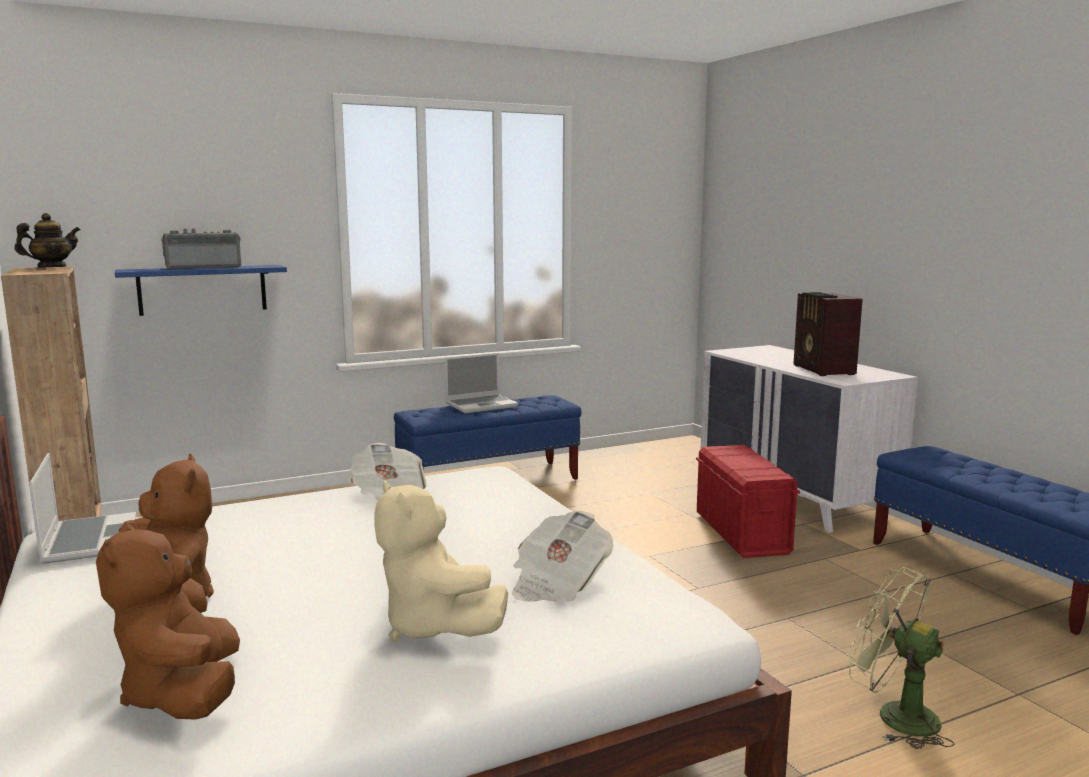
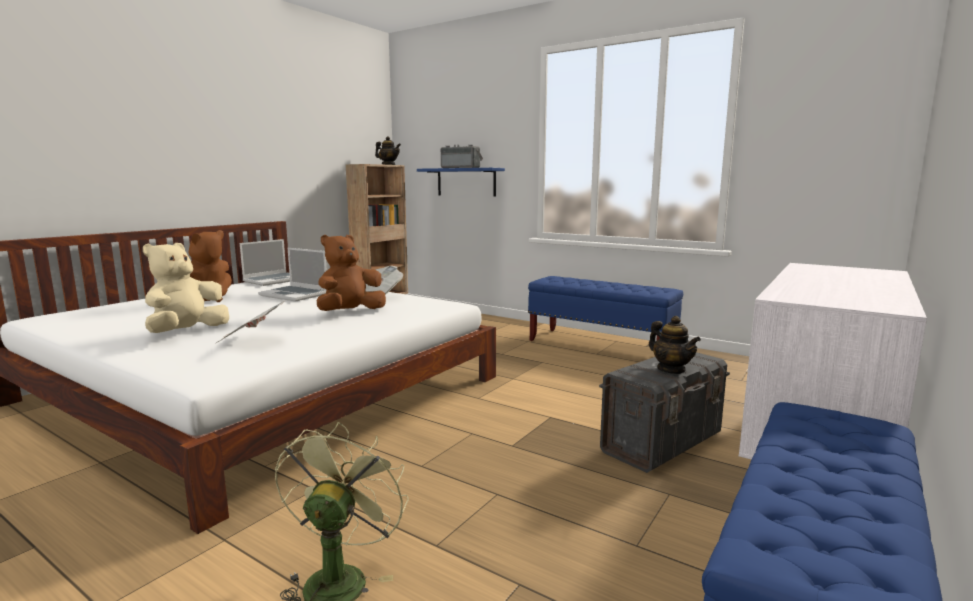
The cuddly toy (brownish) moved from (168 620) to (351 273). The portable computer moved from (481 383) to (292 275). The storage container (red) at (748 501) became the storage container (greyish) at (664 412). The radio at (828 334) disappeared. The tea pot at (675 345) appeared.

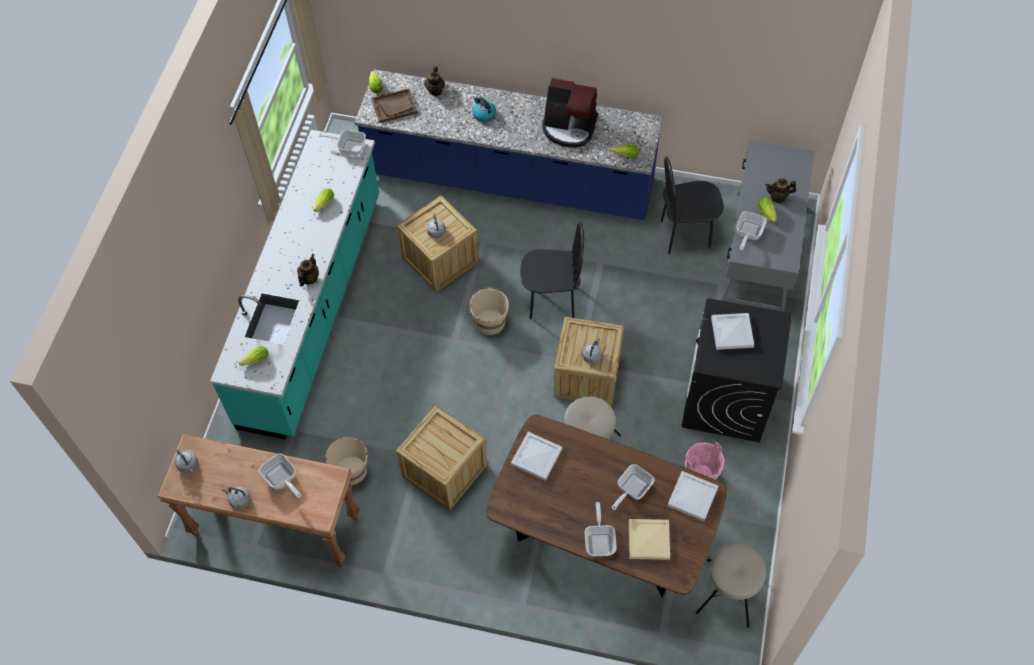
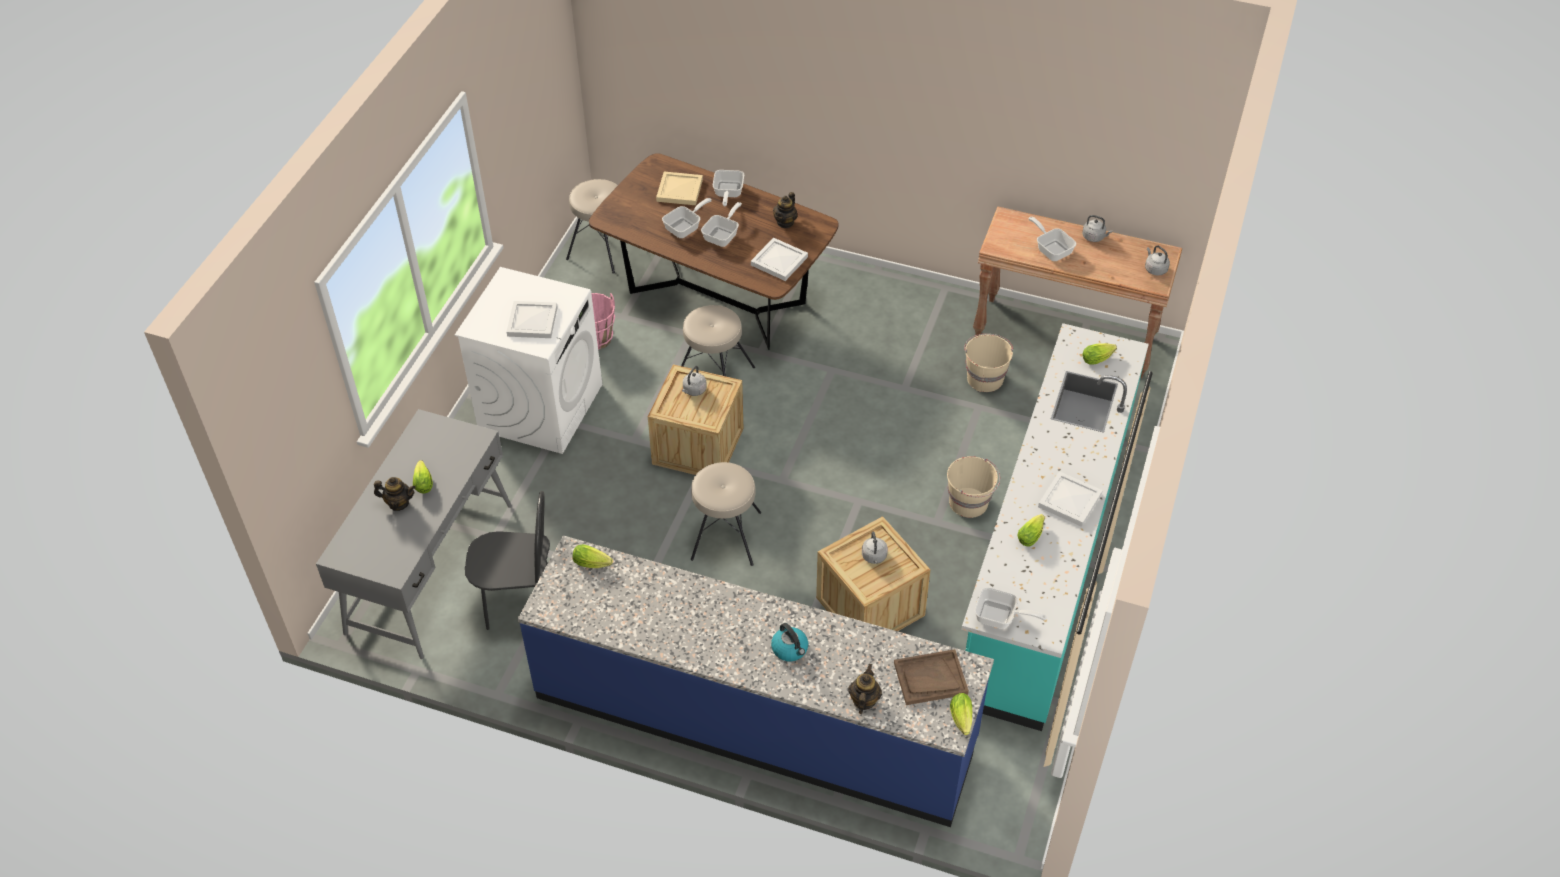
The tea pot moved from (308 270) to (785 210). The packing crate at (442 457) disappeared. The water bucket (sand-coloured) moved from (488 311) to (973 487). The upright chair (black) at (552 270) was replaced by the sitting stool (sand-coloured) at (726 514). The coffee machine at (570 113) disappeared. The serving tray (whitish) moved from (692 496) to (1070 499). The laundry appliance (black) at (736 370) became the laundry appliance (whitish) at (528 360). The frying pan moved from (751 230) to (721 224).

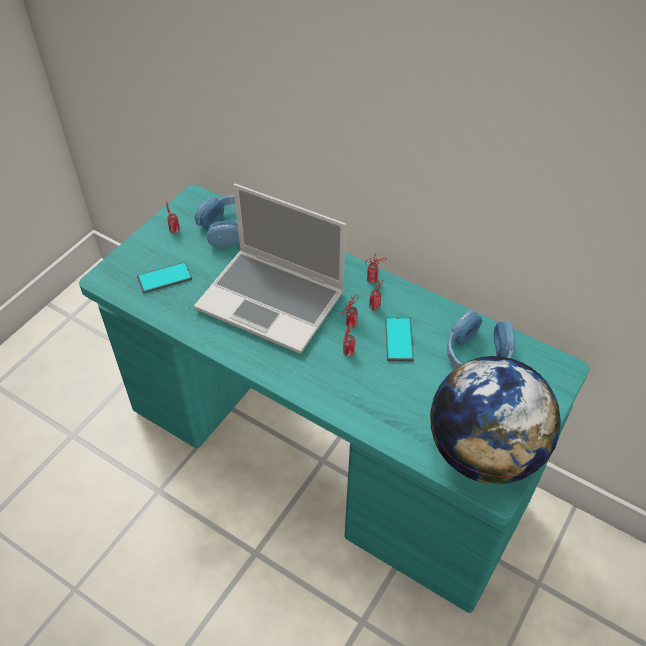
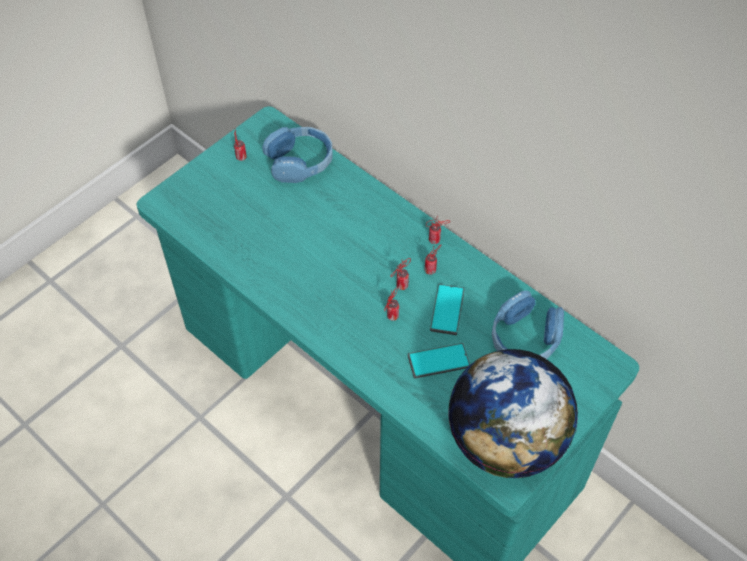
The telephone moved from (164 277) to (439 360). The portable computer at (270 269) disappeared.

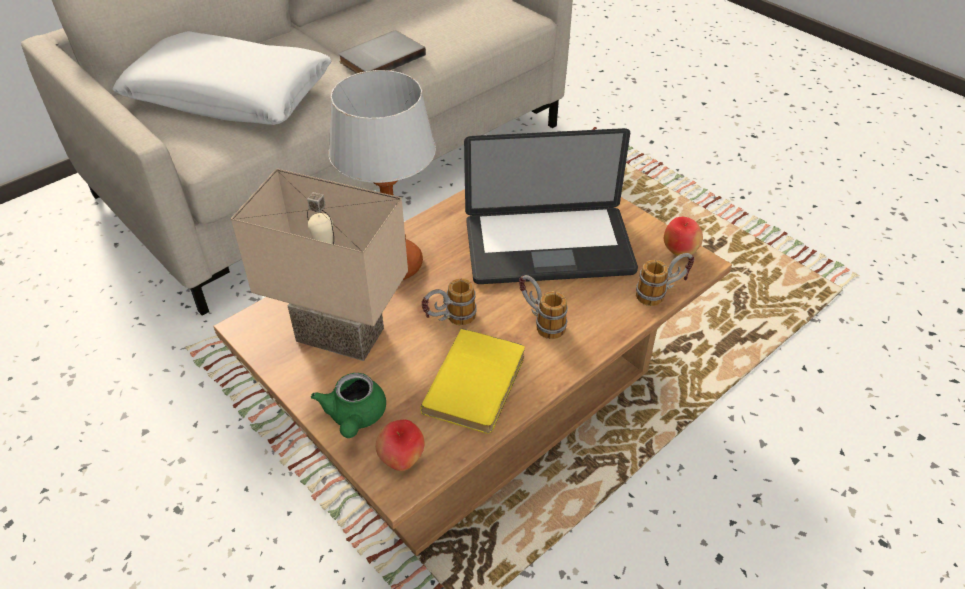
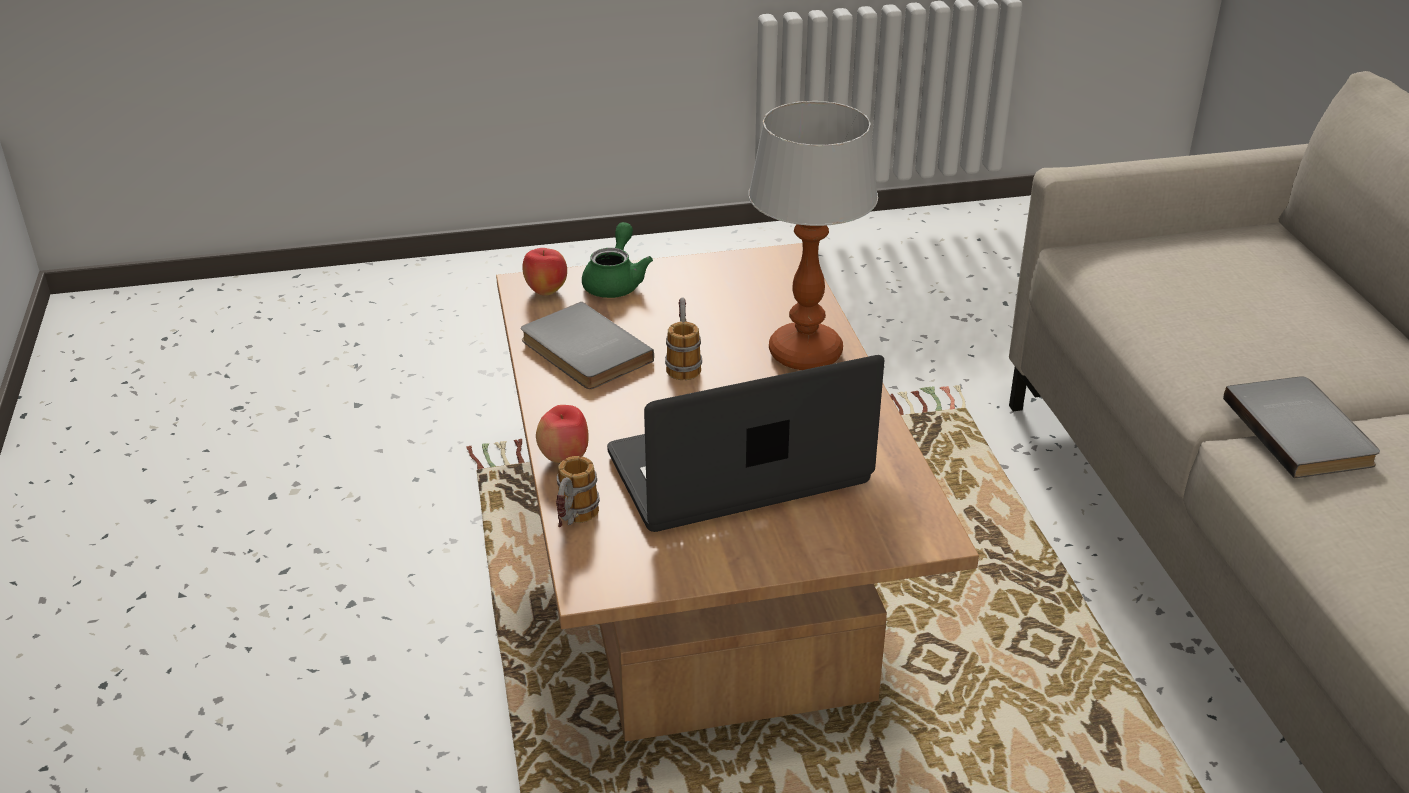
The throw pillow (whitish) at (222 78) disappeared. The lamp for a table (sand-coloured) at (319 264) disappeared. The tea pot (greenish) at (348 405) turned 75 degrees clockwise. The volume (yellow-coloured) at (472 381) became the volume (greyish) at (587 345). The portable computer at (551 206) turned 45 degrees clockwise. The coffee mug at (543 307) disappeared. The apple fruit moved from (683 236) to (562 434).

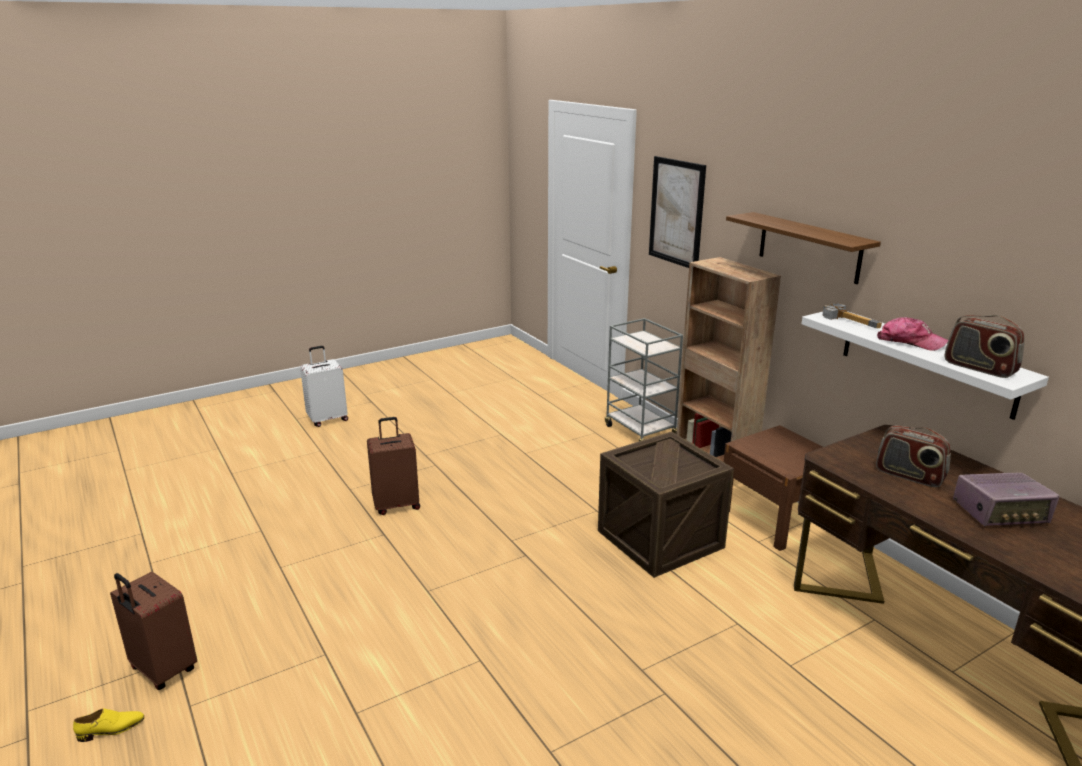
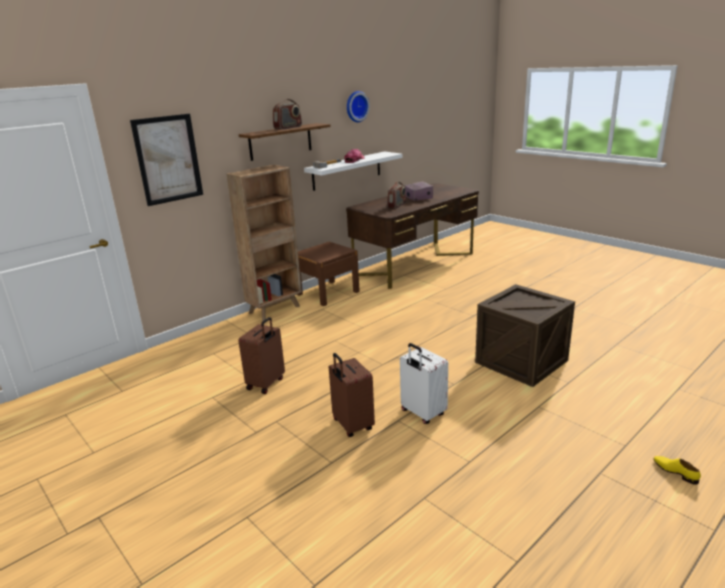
The suitcase (brownish) moved from (153 631) to (261 355). The suitcase (whitish) moved from (324 386) to (424 383). The packing crate moved from (666 504) to (525 335). The trolley (greyish) at (644 379) disappeared. The radio moved from (985 346) to (287 114). The wall clock at (358 106) appeared.

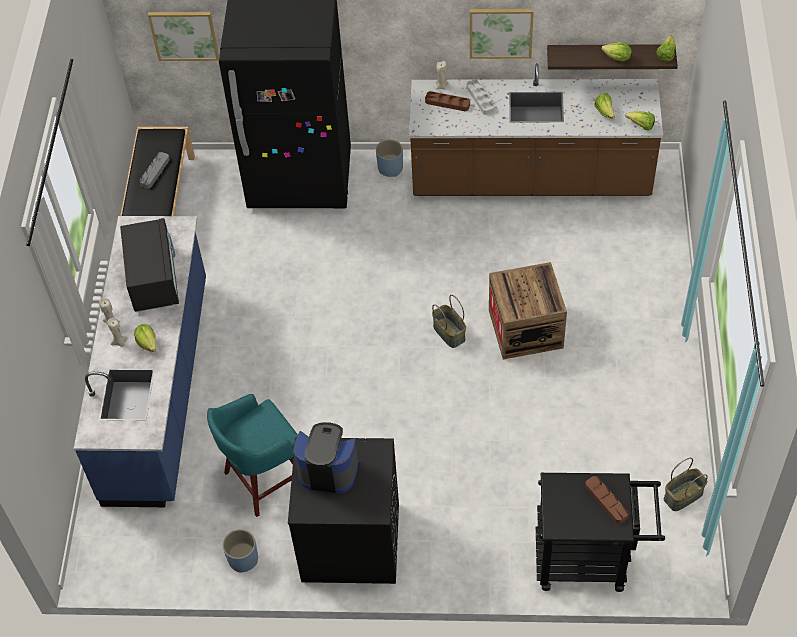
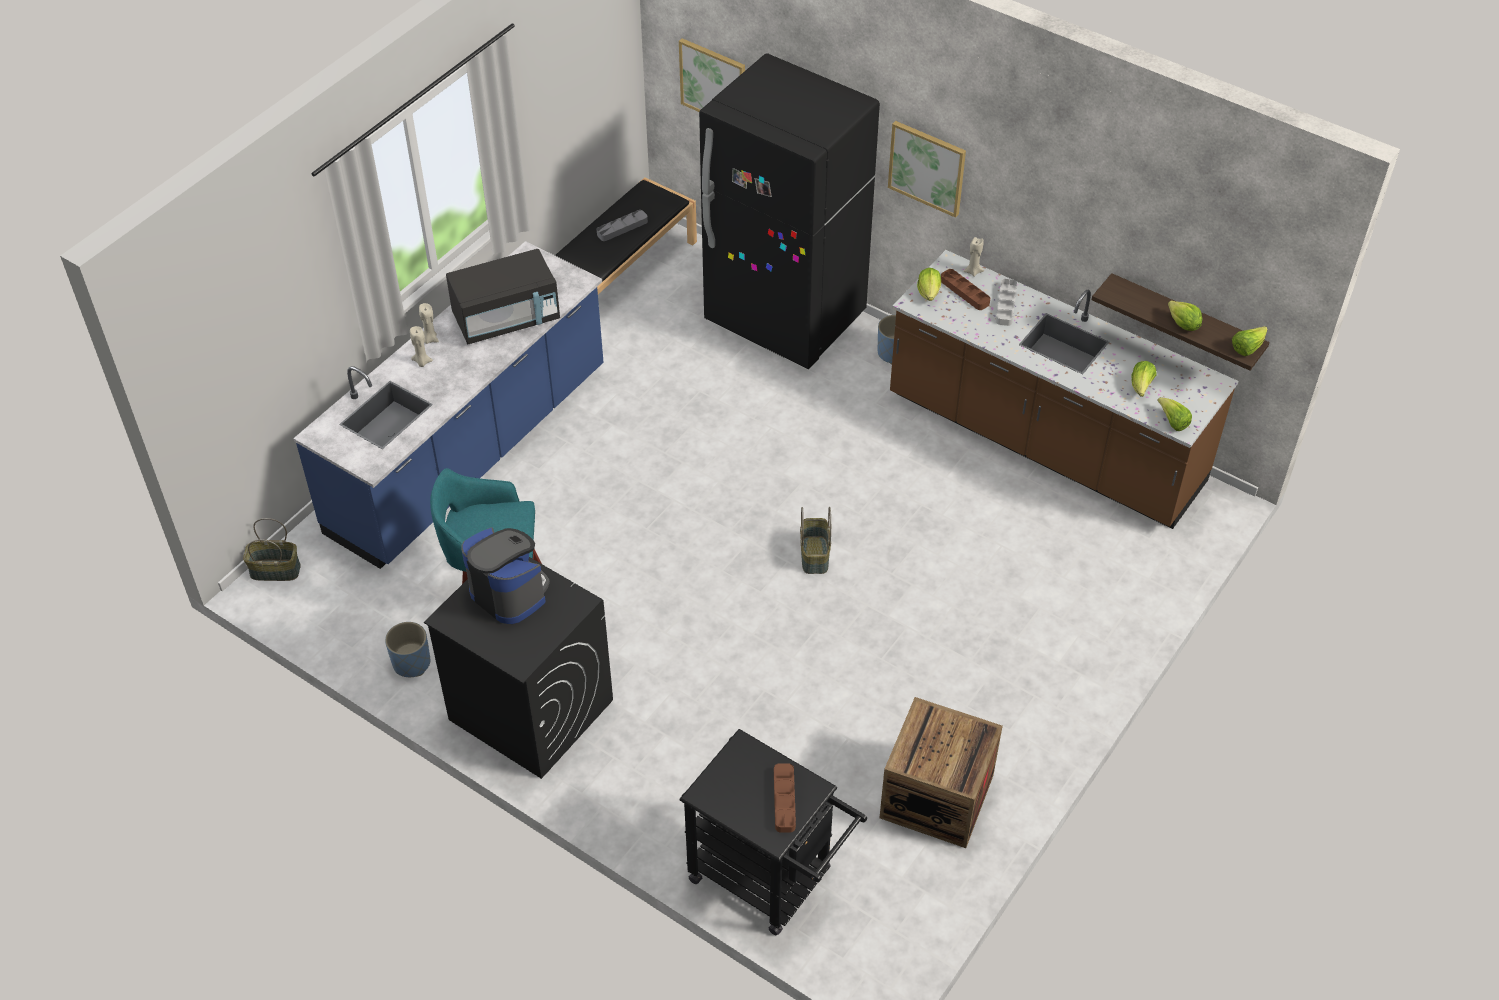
The kitchen microwave (black) at (149 265) turned 45 degrees clockwise. The lettuce moved from (145 338) to (929 284). The wall art moved from (502 34) to (927 169). The packing crate moved from (528 310) to (941 772). The storage basket moved from (686 484) to (272 549).

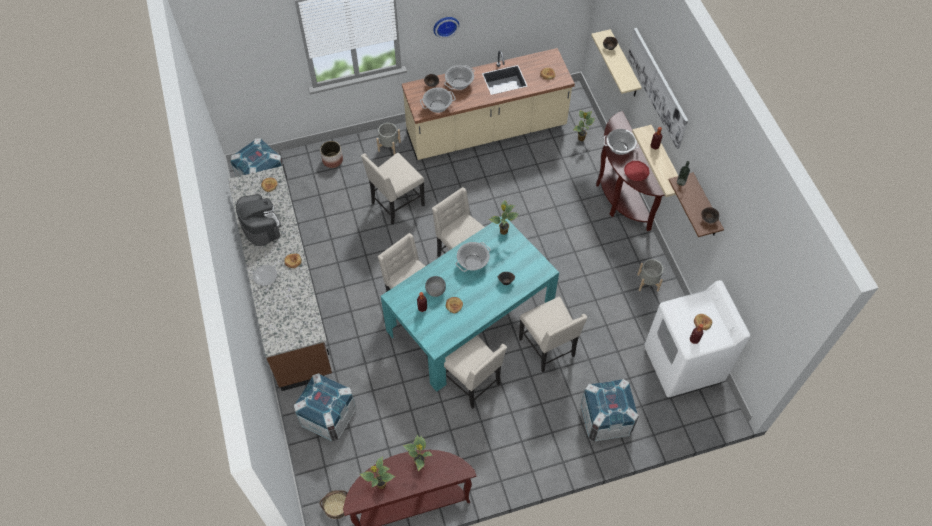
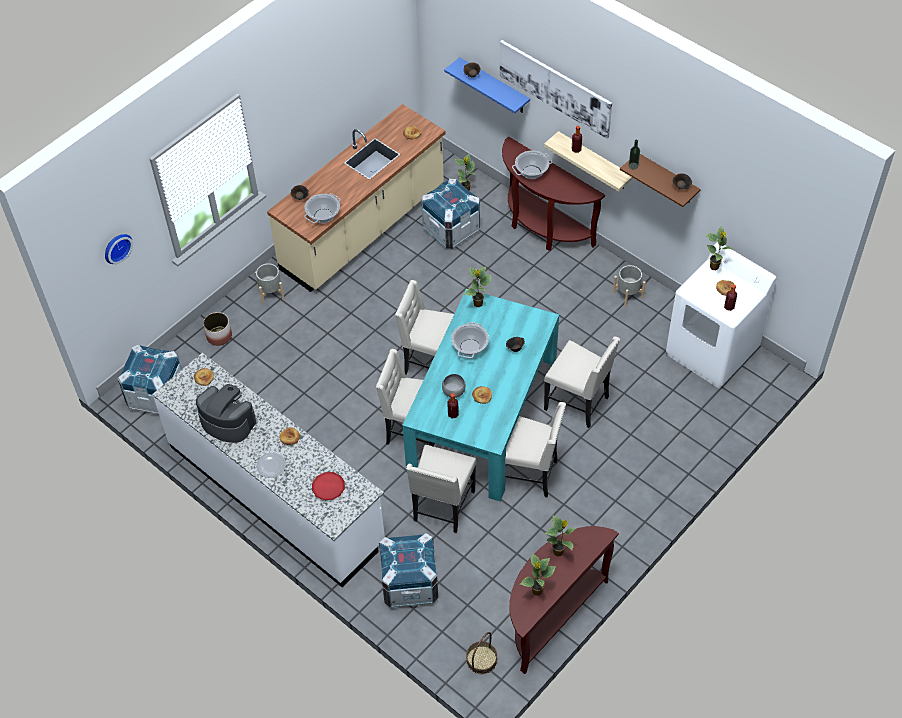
The kitchen base unit (brownish) at (280 278) became the kitchen base unit (whitish) at (268 470). The upright chair (sand-coloured) moved from (393 189) to (441 489). The wall clock moved from (446 27) to (119 249). The stockpot at (459 77) disappeared. The packing crate moved from (609 410) to (450 213). The wall shelf (sand-coloured) at (616 62) became the wall shelf (bluish) at (487 85). The flat dish (red) moved from (637 171) to (328 486). The plant in a pot at (719 248) appeared.

